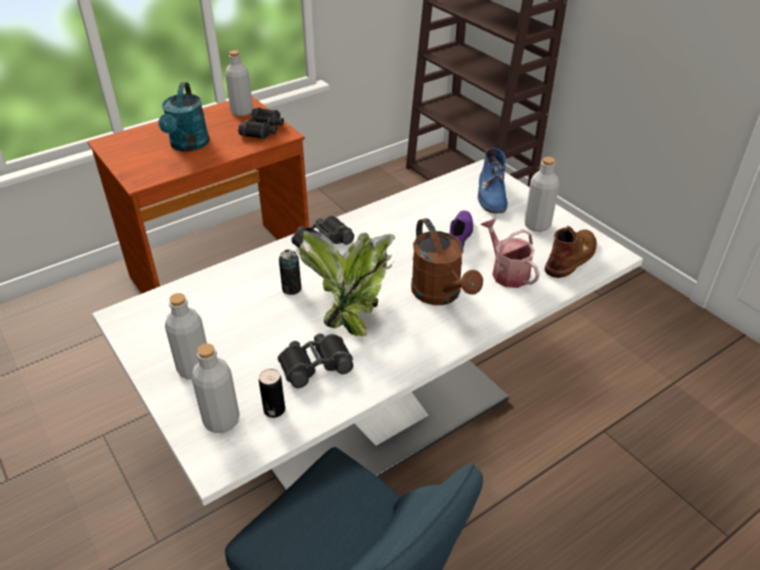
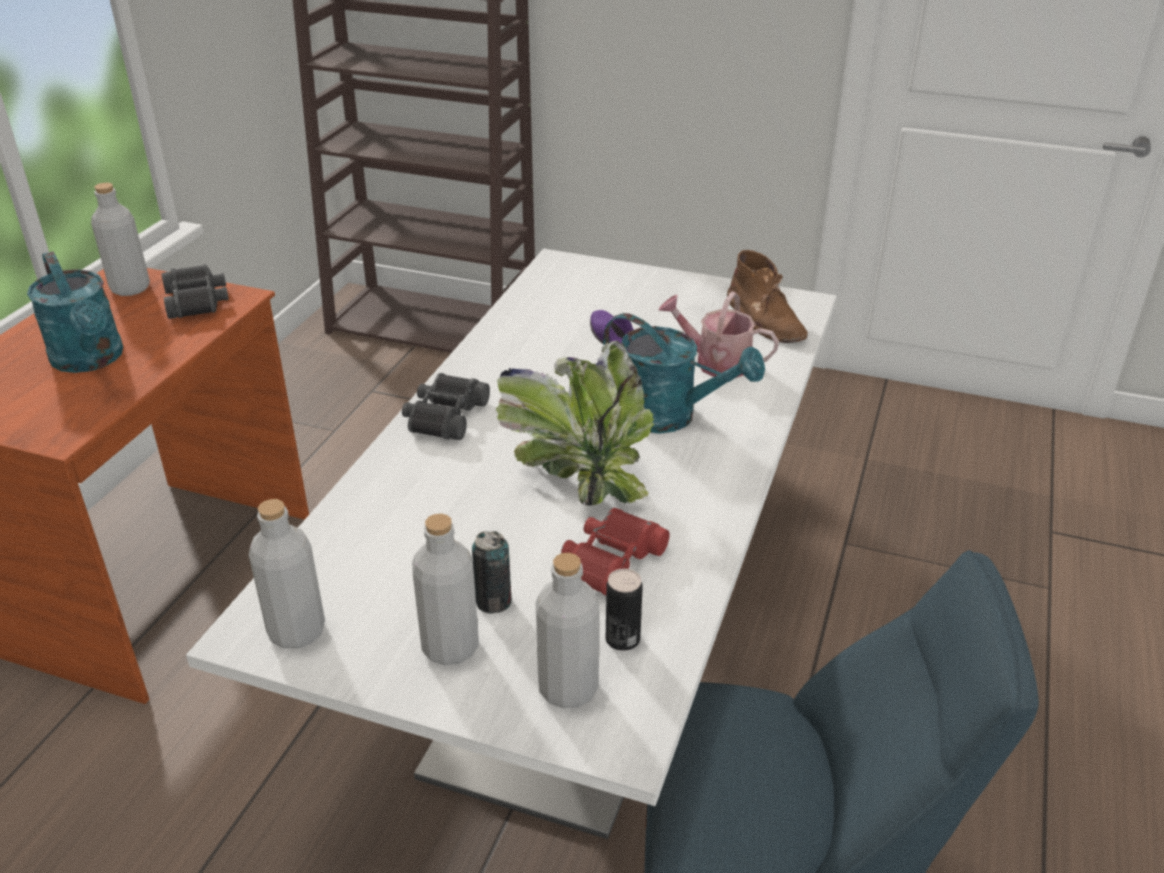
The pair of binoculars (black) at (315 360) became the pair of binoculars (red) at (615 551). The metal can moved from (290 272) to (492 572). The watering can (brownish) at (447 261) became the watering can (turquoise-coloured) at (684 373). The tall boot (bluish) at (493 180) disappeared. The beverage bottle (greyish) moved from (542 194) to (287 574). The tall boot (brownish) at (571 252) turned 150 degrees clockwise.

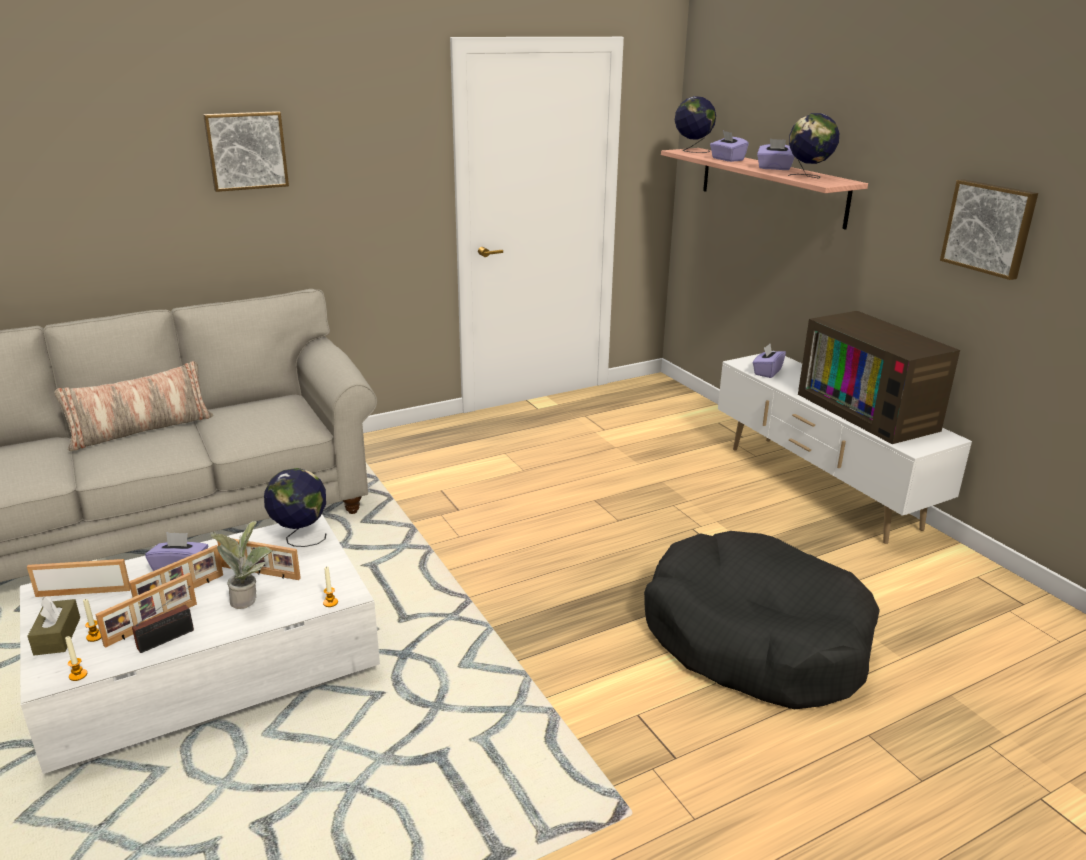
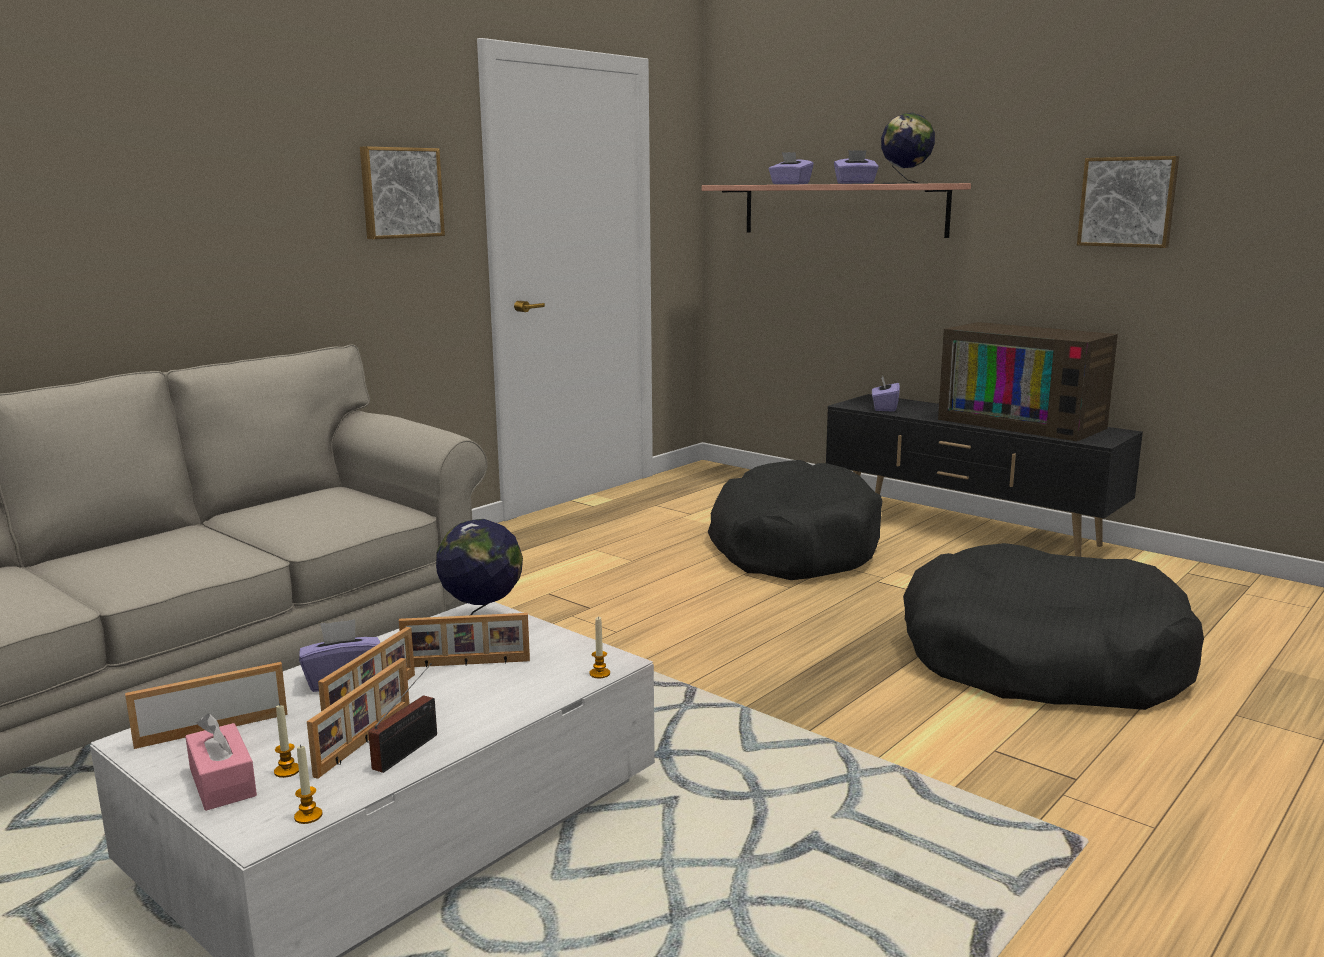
The tissue holder (brownish) at (54 626) became the tissue holder (pink-coloured) at (221 762). The throw pillow at (133 406) disappeared. The wall art moved from (246 151) to (402 192). The plant in a pot at (241 565) disappeared. The globe at (695 124) disappeared. The media console (whitish) at (845 449) became the media console (black) at (984 475). The pet bed (black) at (795 520) appeared.

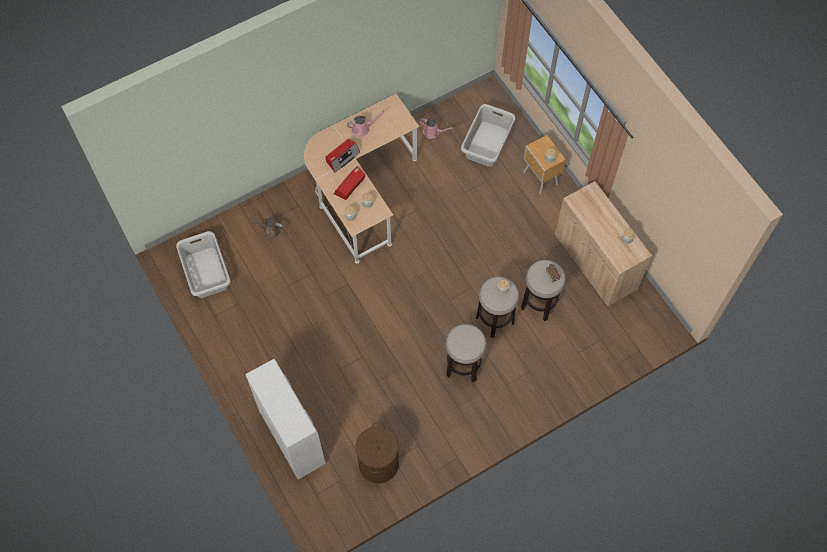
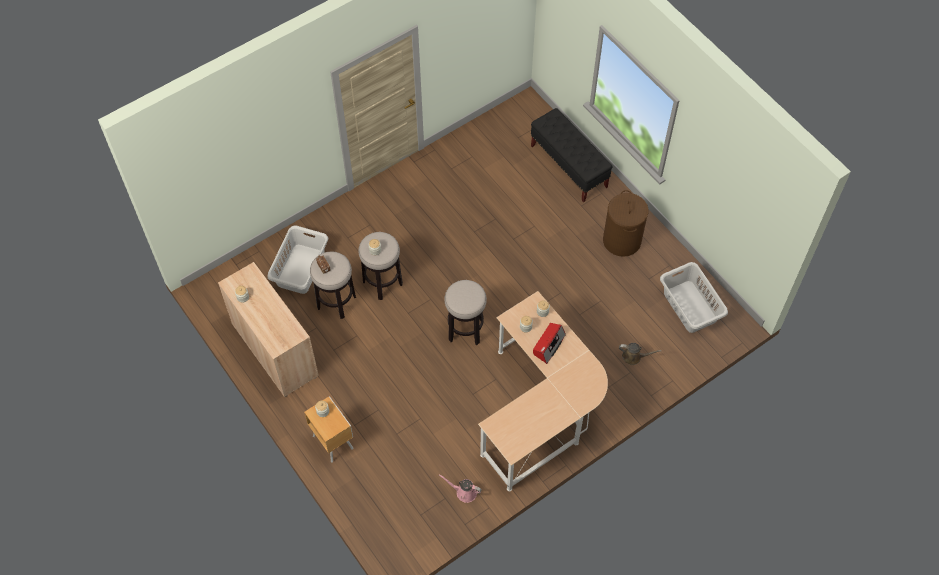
The cabinet (whitish) at (285 419) was replaced by the indoor bench (black) at (572 155). The radio at (343 155) disappeared. The watering can (pink-coloured) at (365 124) disappeared. The laundry basket (brownish) moved from (377 453) to (626 223). The sitting stool moved from (466 353) to (465 312). The laundry basket (greyish) moved from (488 135) to (297 259).

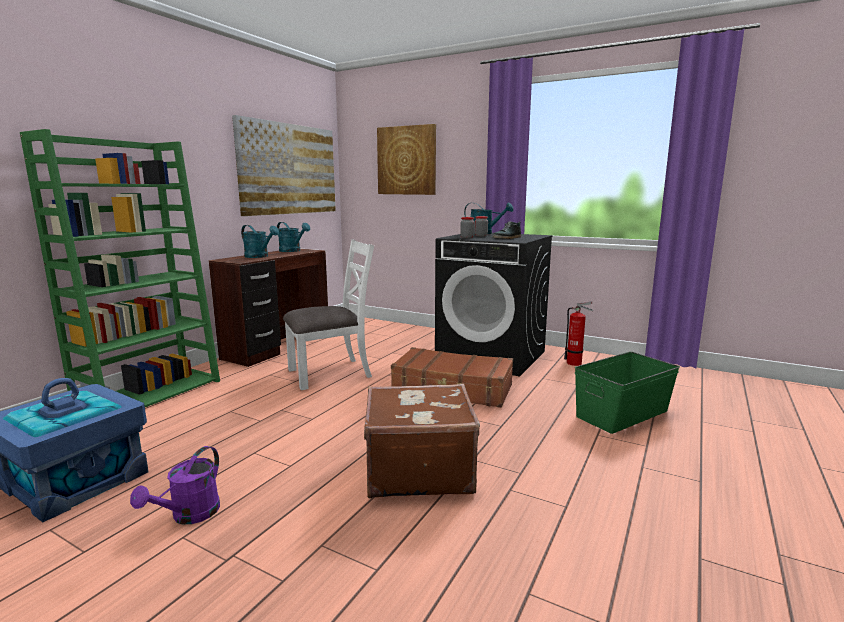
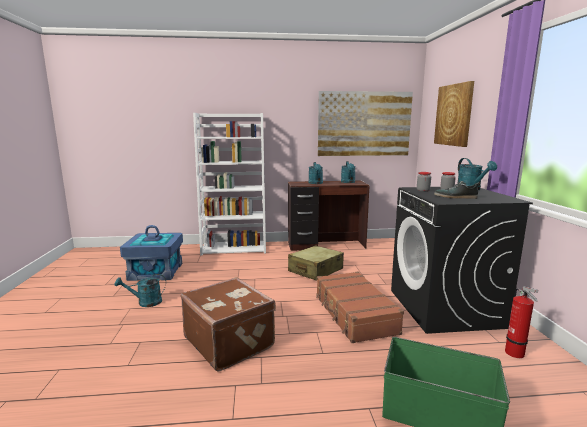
The shelving unit (greenish) at (120 268) became the shelving unit (whitish) at (229 184). The watering can (purple-coloured) at (175 485) became the watering can (turquoise-coloured) at (140 290). The upright chair (whitish) at (328 314) was replaced by the suitcase (sand-coloured) at (316 263).

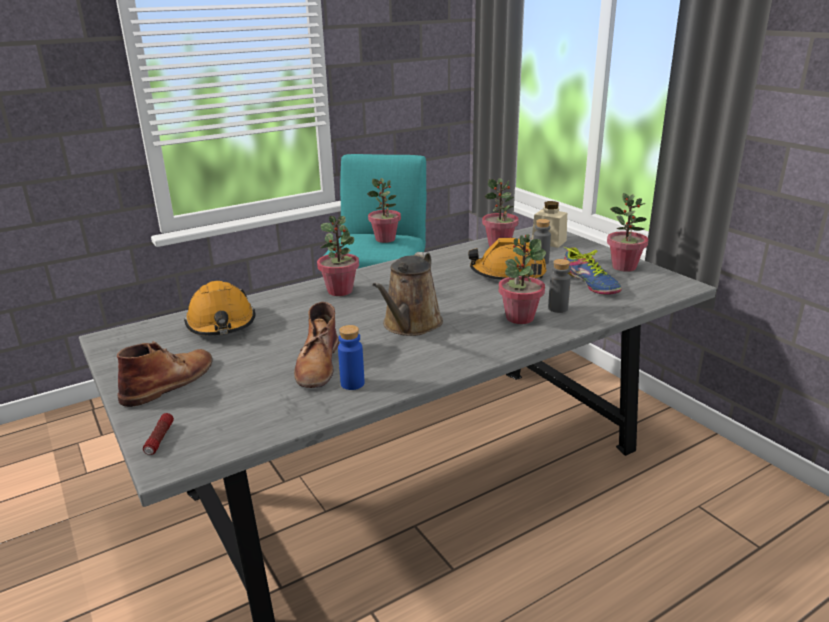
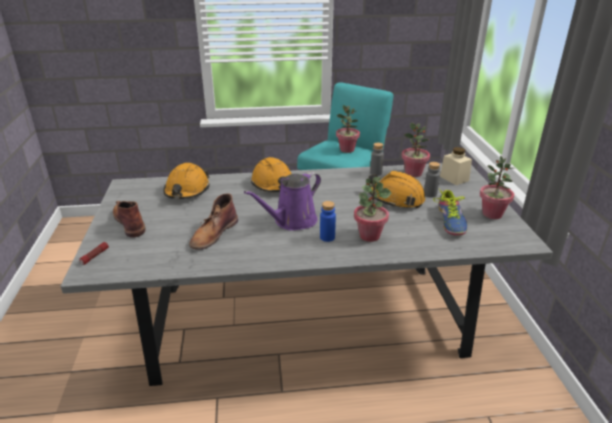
The tall boot (brownish) at (165 374) turned 90 degrees counterclockwise. The plant in a pot at (338 256) was replaced by the safety helmet (orange) at (271 174). The beverage bottle (bluish) moved from (351 357) to (328 221). The watering can (brownish) at (407 294) became the watering can (purple-coloured) at (282 201). The beverage bottle (greyish) moved from (559 286) to (377 159).

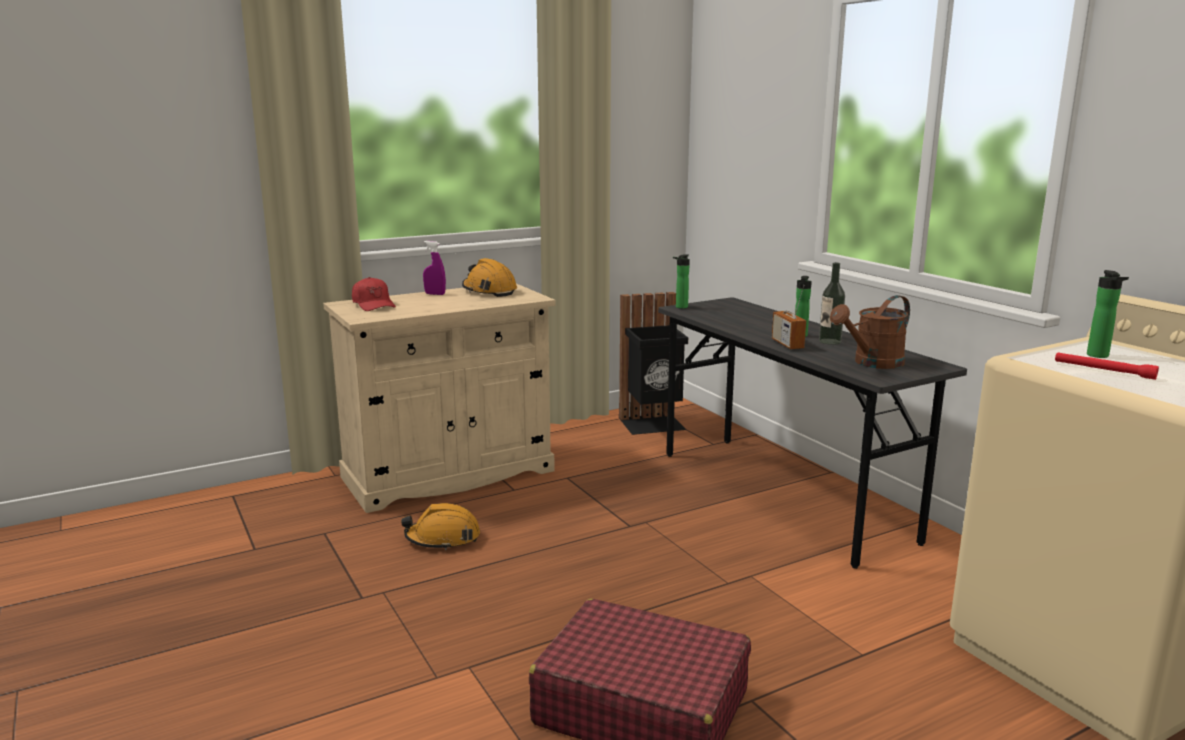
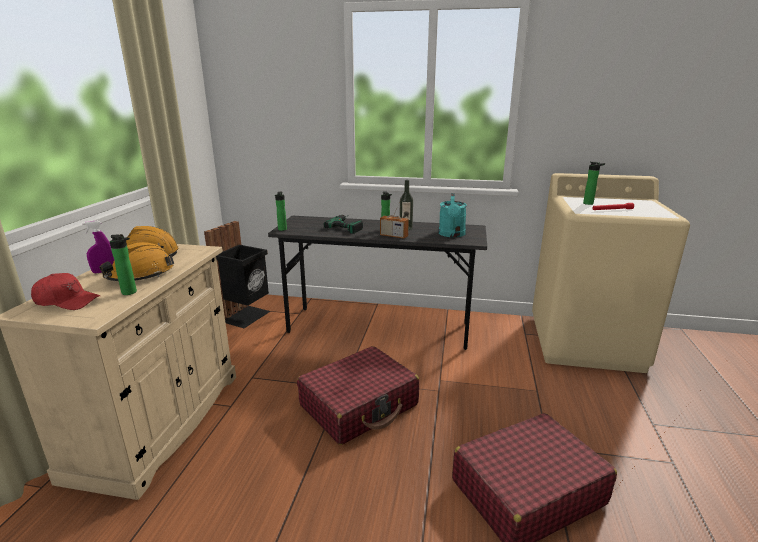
The safety helmet (orange) moved from (440 526) to (136 261). The watering can (brownish) at (870 332) became the watering can (turquoise-coloured) at (453 215). The beverage bottle at (123 265) appeared. The suitcase (red) at (358 395) appeared. The drill at (343 224) appeared.

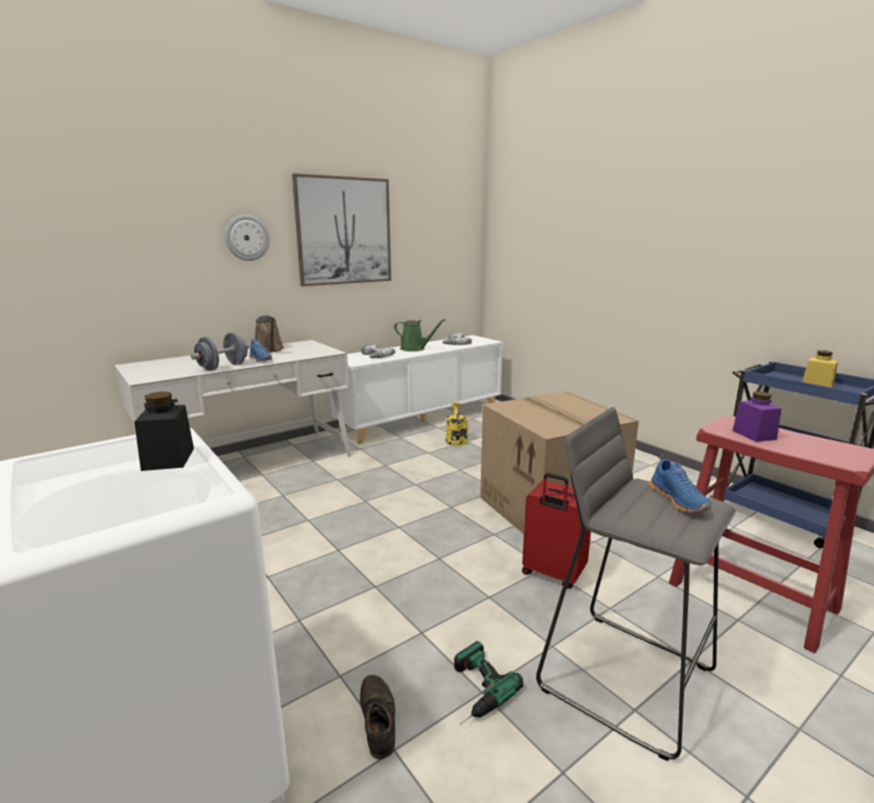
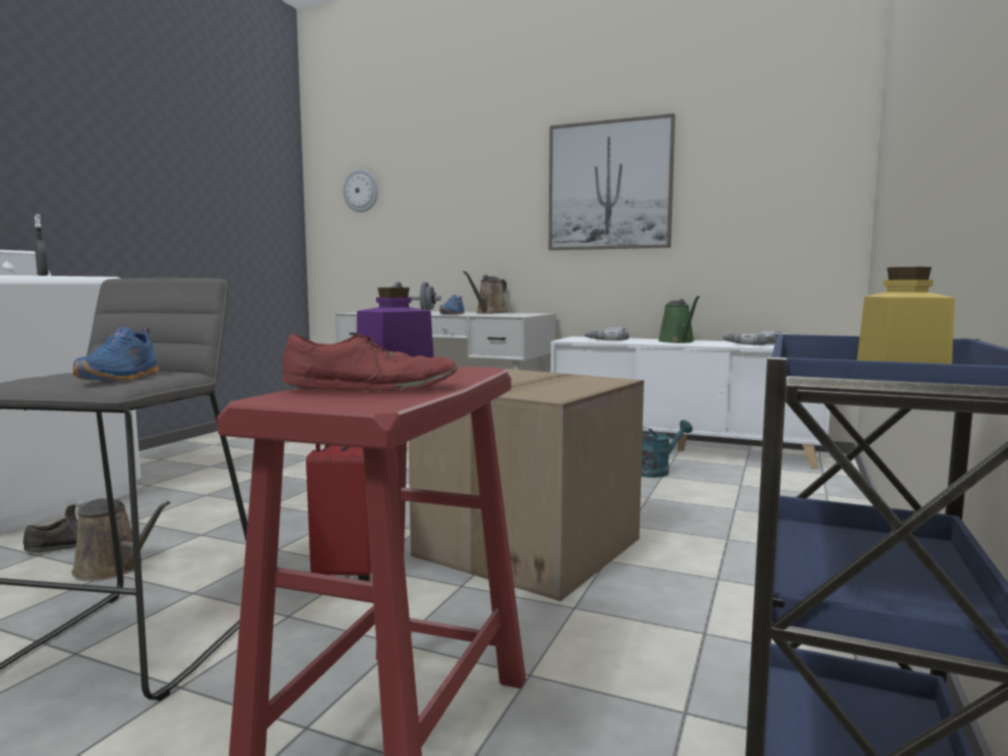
The jar (black) at (164 431) was replaced by the hand sprayer (greyish) at (42 245). The wall clock moved from (247 238) to (360 190). The watering can (yellow-coloured) at (457 424) became the watering can (turquoise-coloured) at (667 449). The drill at (488 682) was replaced by the watering can (brownish) at (117 539). The shoe (bluish) at (680 483) turned 45 degrees counterclockwise. The shoe (red) at (369 362) appeared.

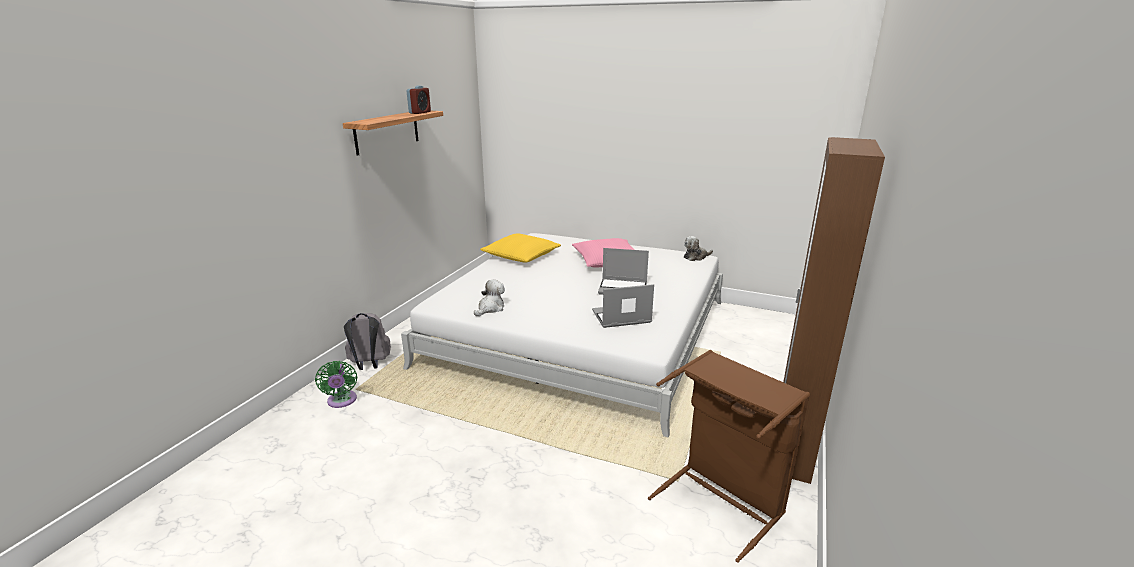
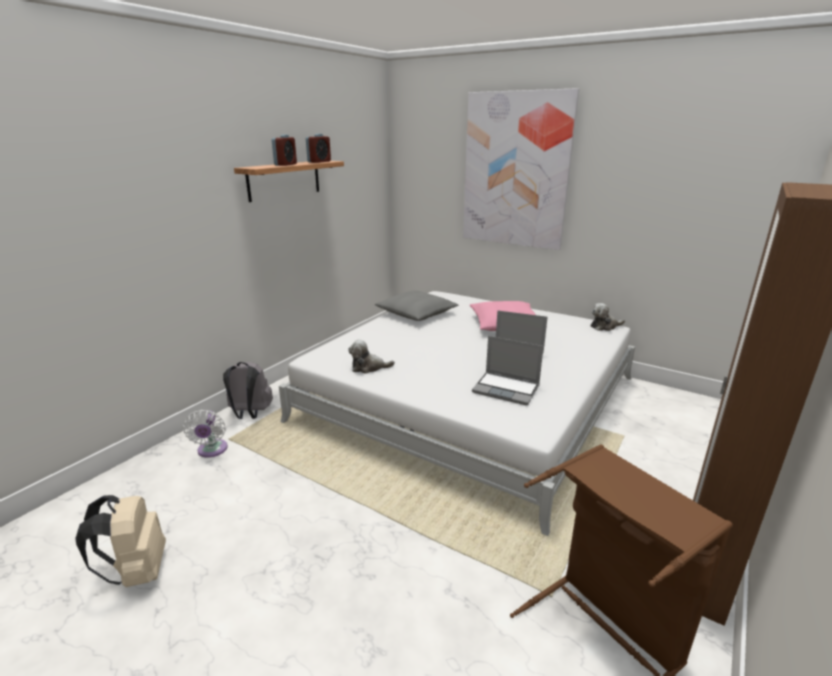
The fan (greenish) at (336 384) became the fan (whitish) at (205 434). The cuddly toy at (489 298) turned 135 degrees counterclockwise. The throw pillow (yellow-coloured) at (520 248) became the throw pillow (greyish) at (416 305). The portable computer at (623 306) turned 150 degrees counterclockwise. The rucksack (sand-coloured) at (120 541) appeared. The table clock at (284 150) appeared. The wall art at (521 169) appeared.

